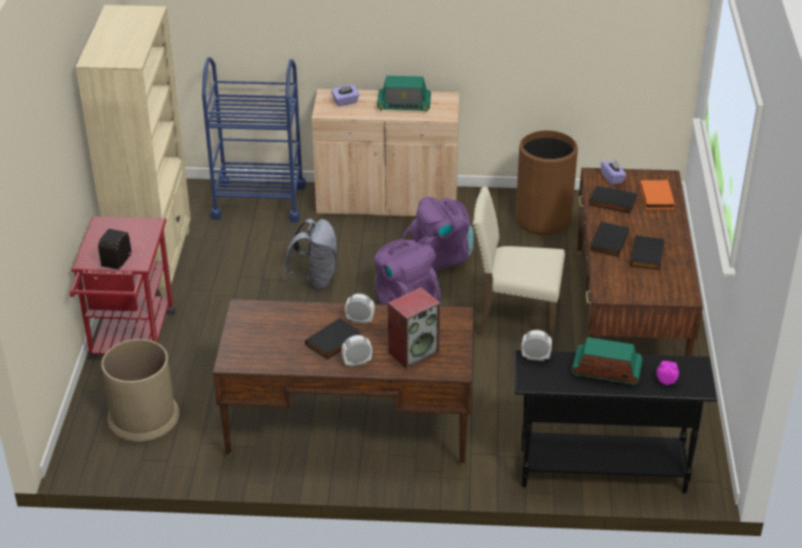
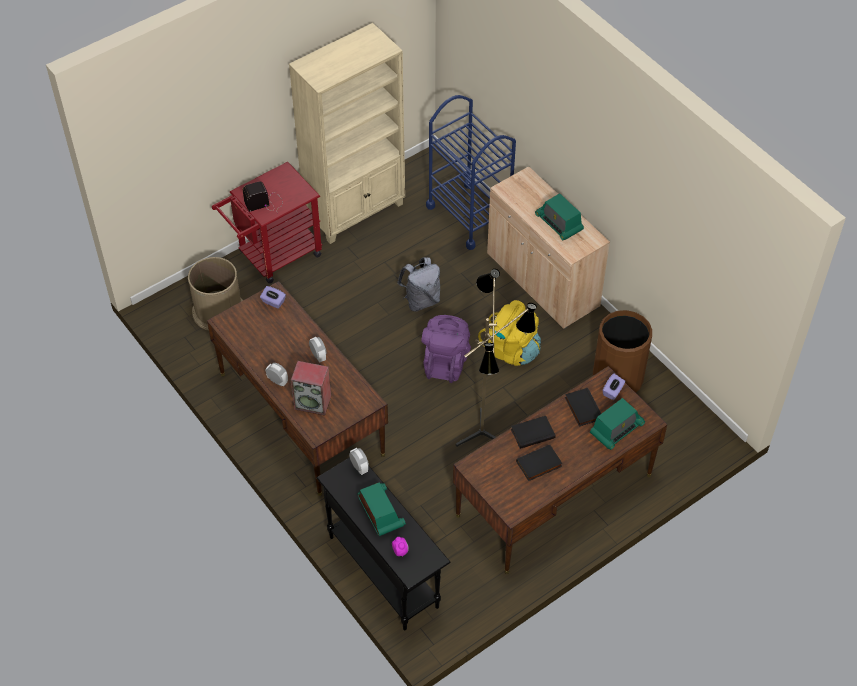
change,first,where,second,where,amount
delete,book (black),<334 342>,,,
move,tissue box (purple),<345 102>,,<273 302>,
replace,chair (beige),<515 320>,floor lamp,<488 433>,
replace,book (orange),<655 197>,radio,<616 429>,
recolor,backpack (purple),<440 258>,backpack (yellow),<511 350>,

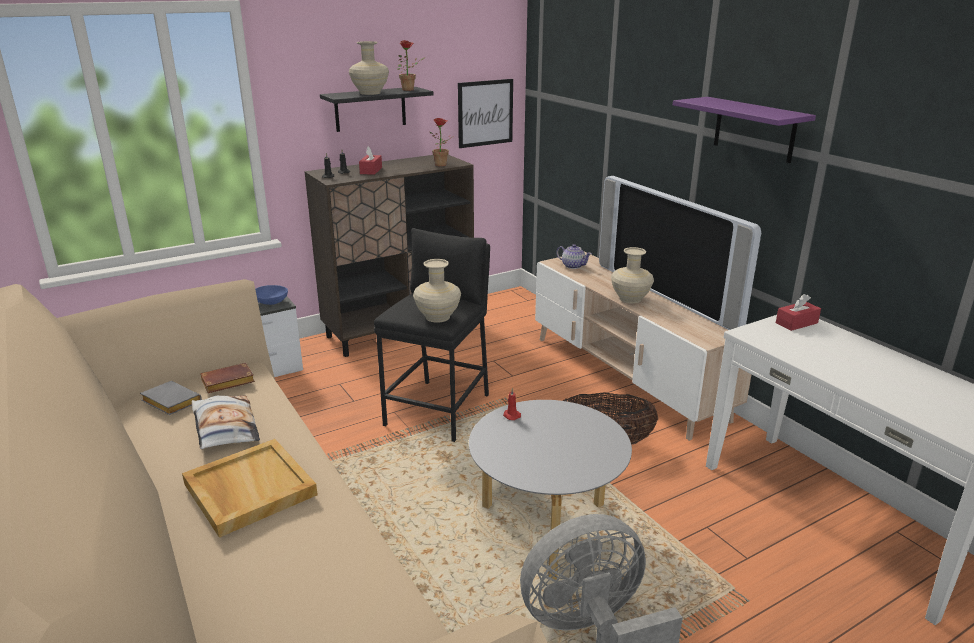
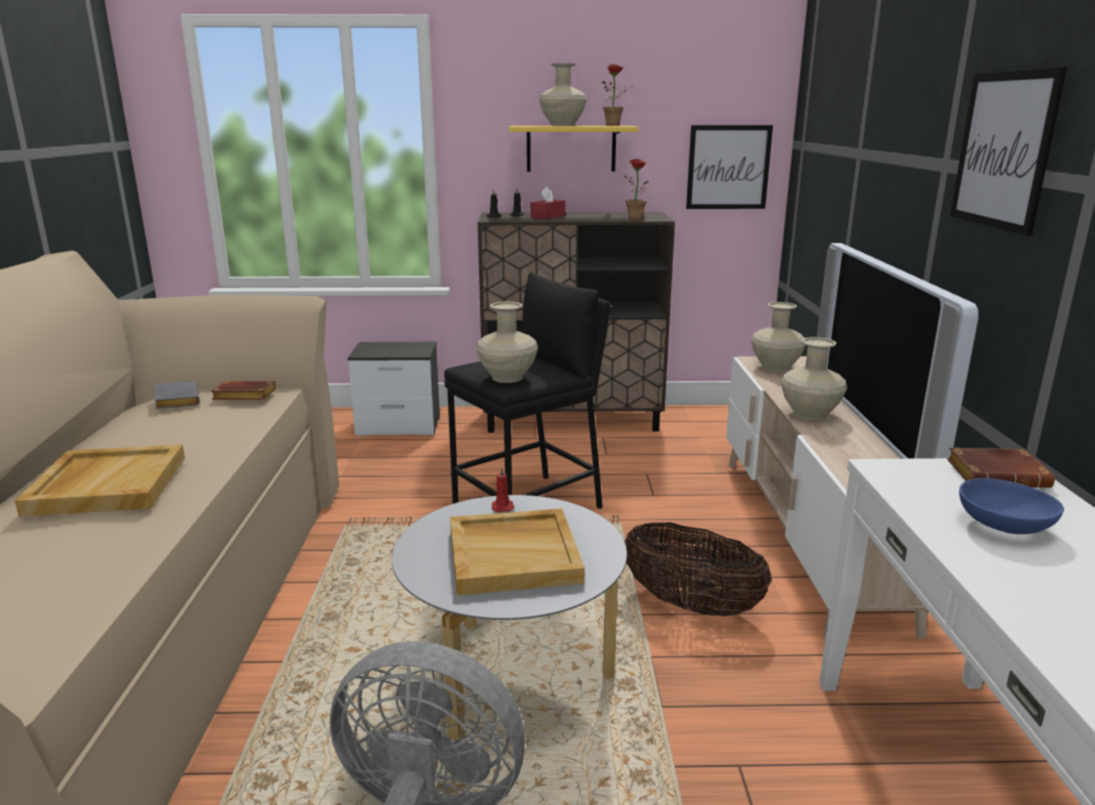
change,first,where,second,where,amount
delete,pillow,<224 428>,,,
insert,,,tray (beige),<514 555>,
move,bowl (blue),<271 302>,,<1003 525>,
replace,teapot,<573 266>,vase (beige),<775 367>,
replace,shelf (purple),<754 129>,picture,<1003 150>,
replace,tissue box (red),<796 323>,book (brown),<998 475>,
recolor,shelf (black),<370 109>,shelf (yellow),<571 148>,

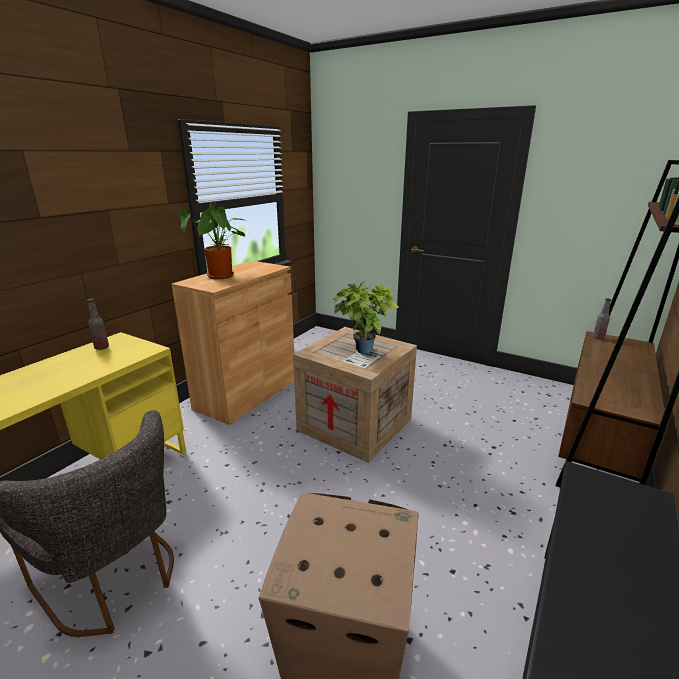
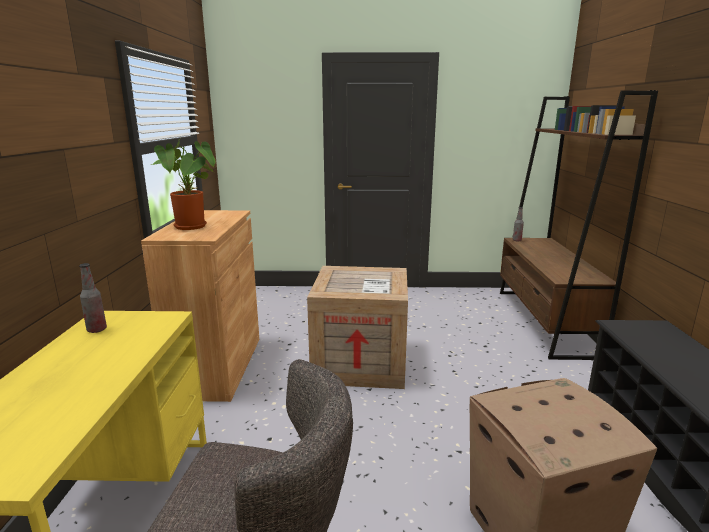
change,first,where,second,where,amount
delete,potted plant,<362 352>,,,

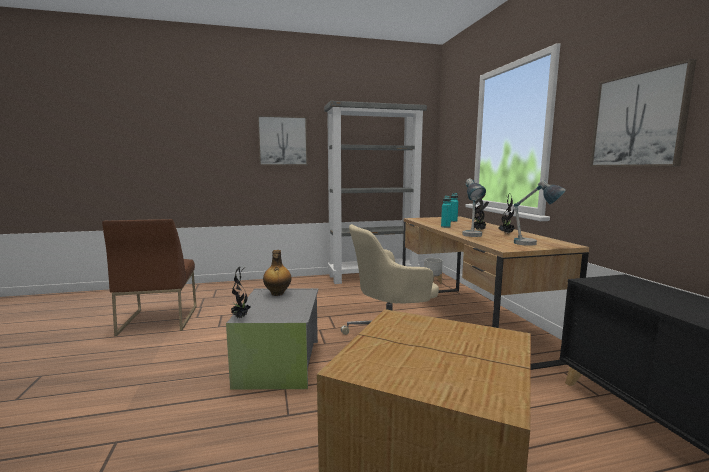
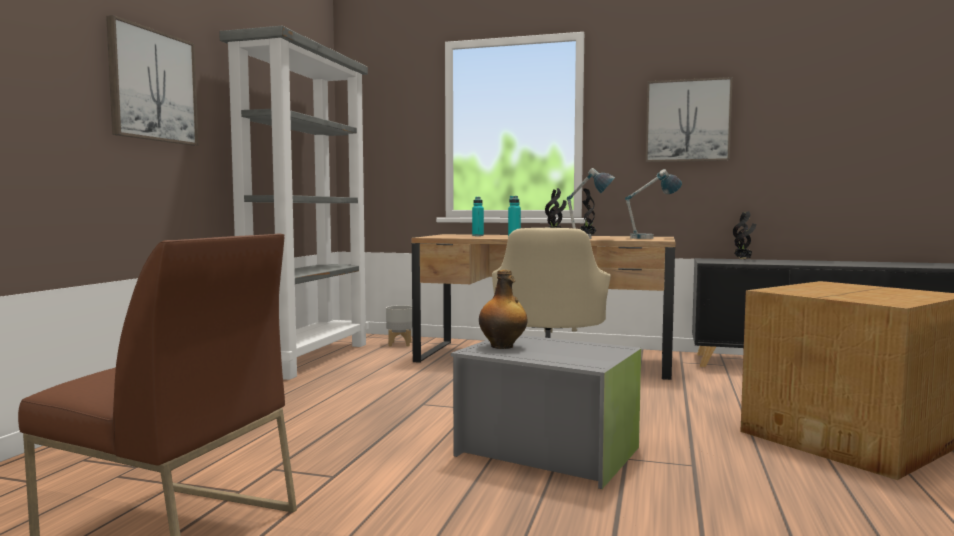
change,first,where,second,where,amount
move,potted plant,<240 317>,,<743 259>,

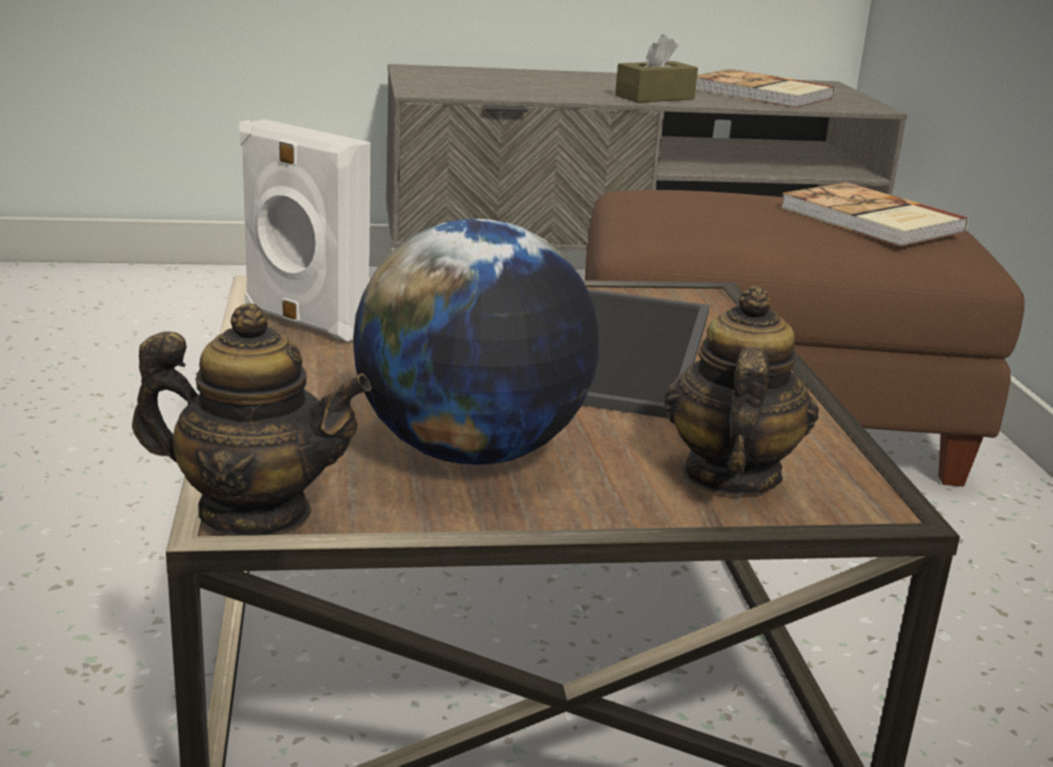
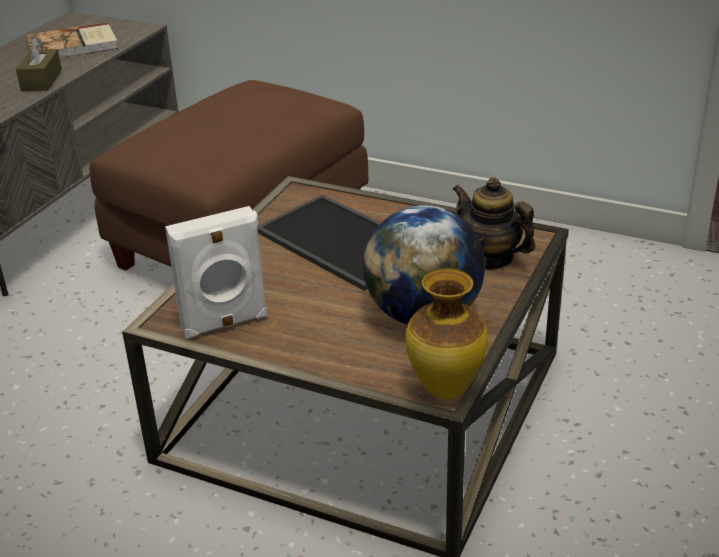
change,first,where,second,where,amount
delete,book,<870 220>,,,
replace,teapot,<254 512>,vase,<444 390>,

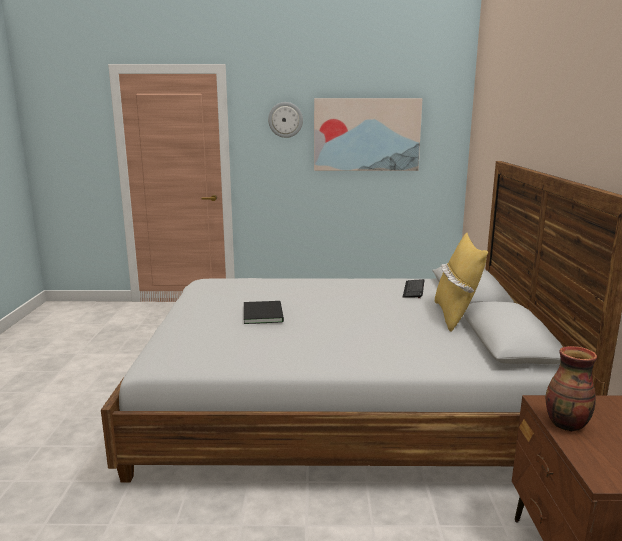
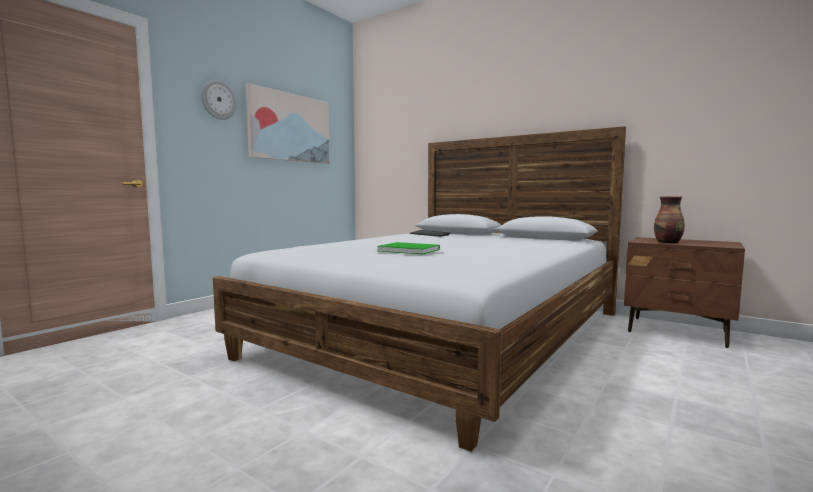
change,first,where,second,where,amount
delete,pillow (yellow),<455 316>,,,
recolor,book (black),<264 313>,book (green),<408 250>,

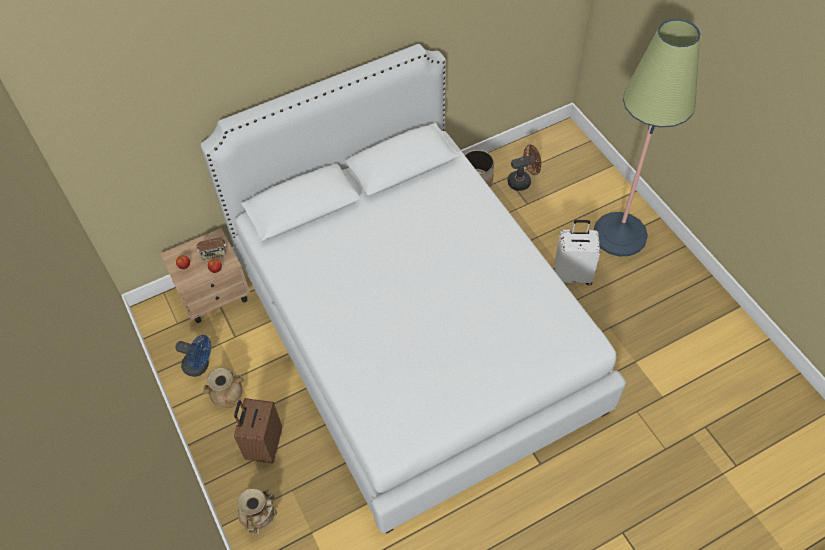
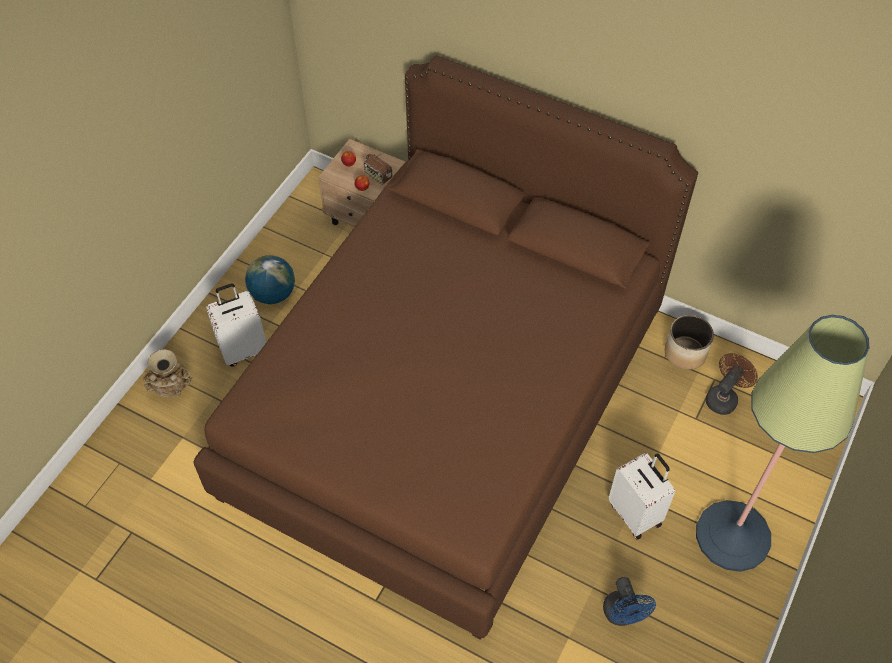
change,first,where,second,where,amount
move,fan (blue),<200 366>,,<622 615>,
replace,vase (beige),<228 398>,globe,<273 294>,
recolor,bed (white),<414 334>,bed (brown),<446 402>,
recolor,suitcase (brown),<264 445>,suitcase (white),<244 349>,
rotate,fan (brown),<523 181>,,<724 397>,90 degrees counterclockwise

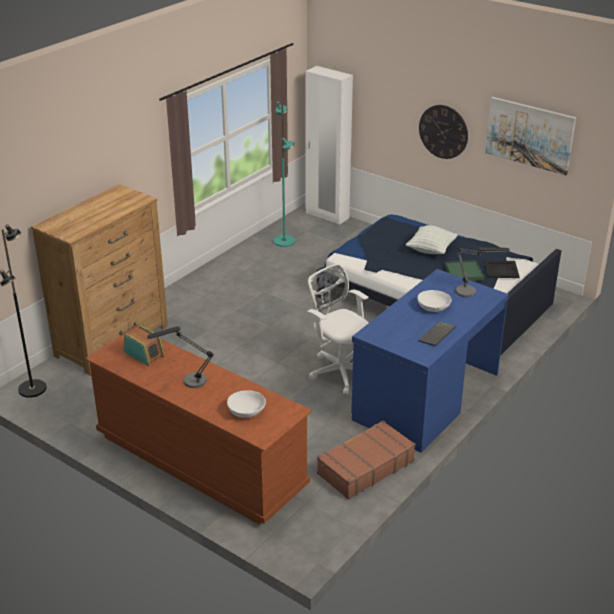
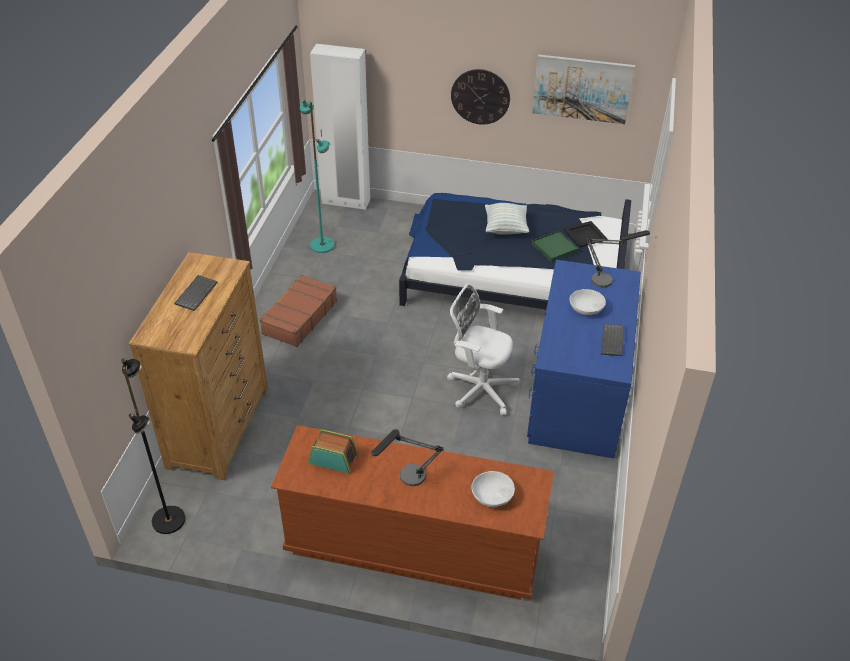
change,first,where,second,where,amount
insert,,,keyboard,<196 293>,
move,suitcase (brown),<365 467>,,<299 317>,

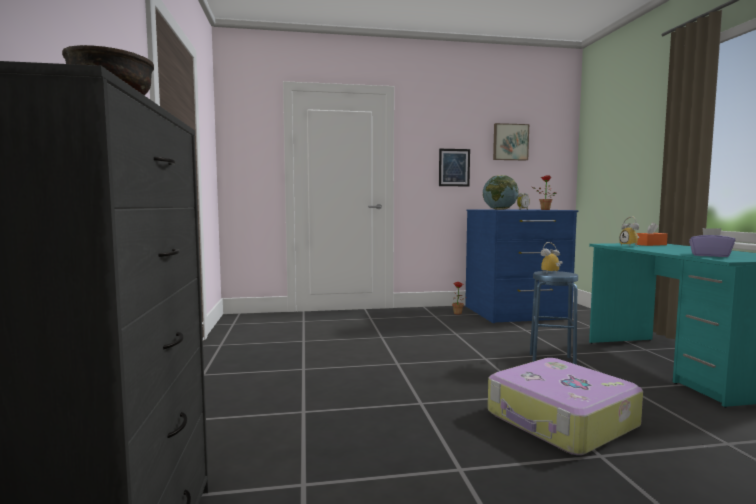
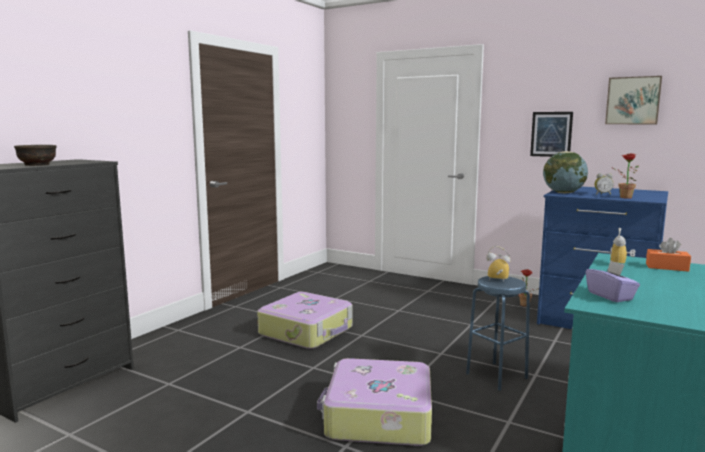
change,first,where,second,where,amount
insert,,,suitcase,<307 331>,

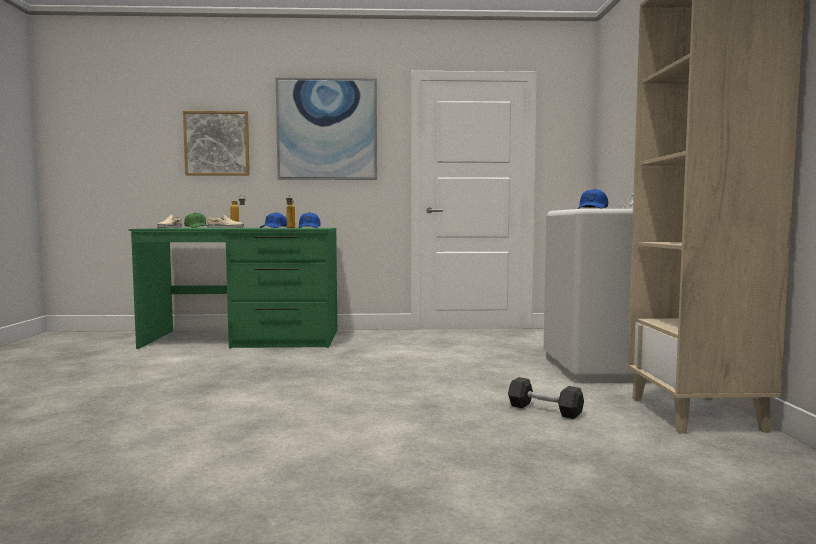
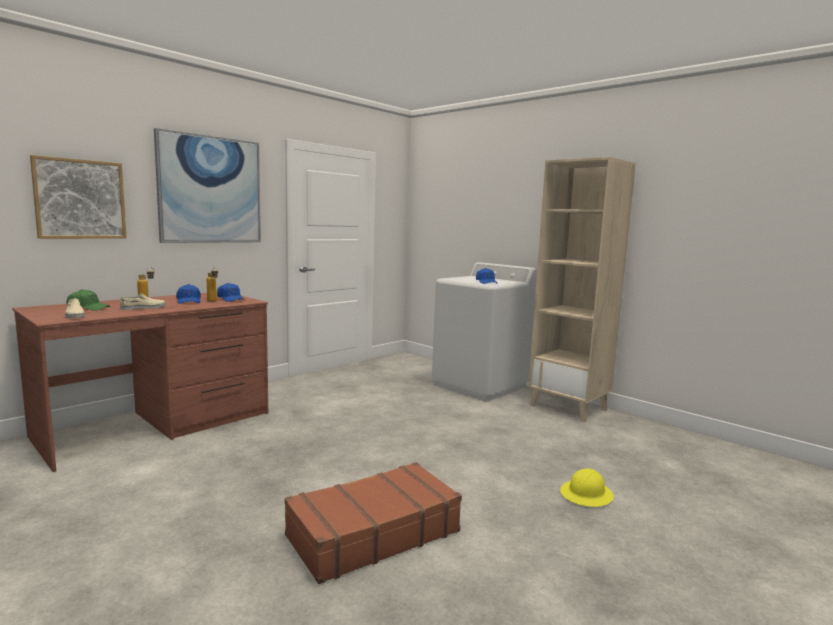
change,first,where,second,where,amount
delete,dumbbell (grey),<544 410>,,,
insert,,,suitcase (brown),<372 533>,
insert,,,hard hat (yellow),<586 495>,
recolor,desk (green),<244 339>,desk (brown),<157 424>,

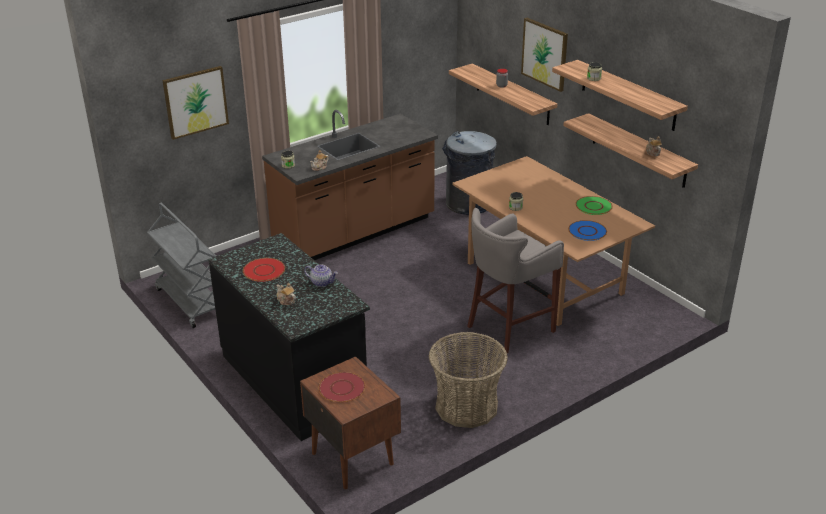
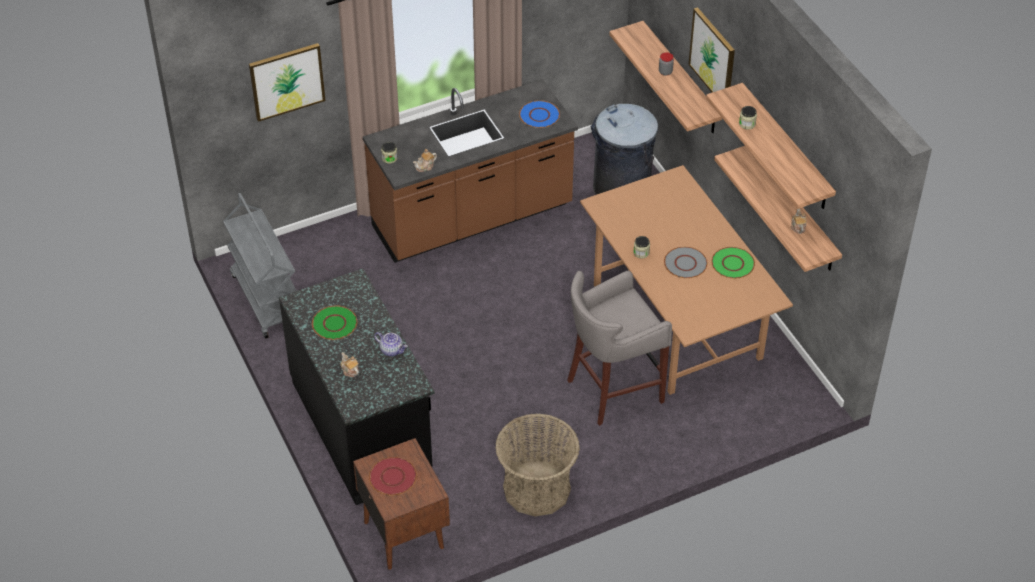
change,first,where,second,where,amount
insert,,,plate (grey),<685 263>,
move,plate (blue),<587 231>,,<539 115>,
recolor,plate (red),<264 271>,plate (green),<335 323>,

